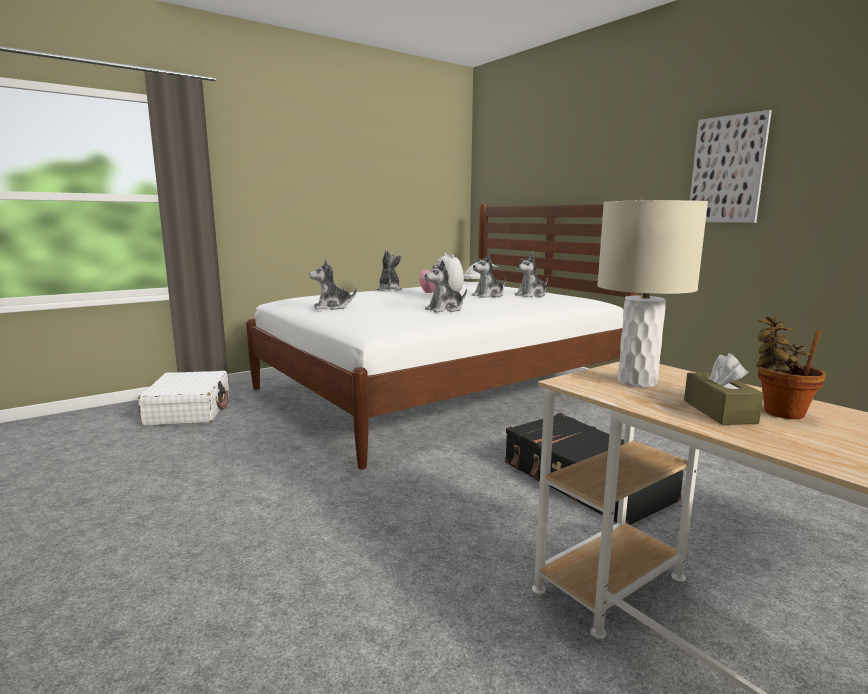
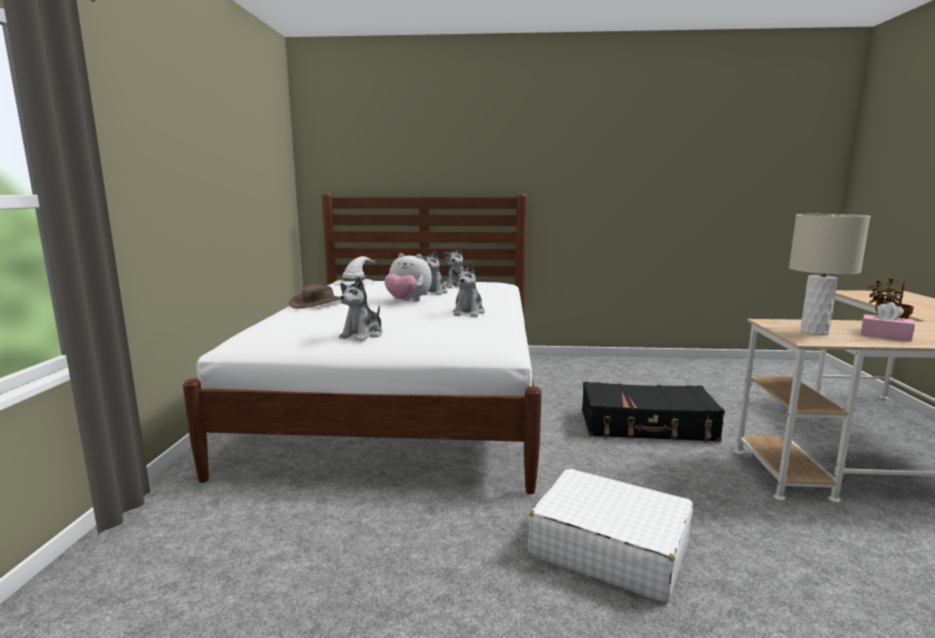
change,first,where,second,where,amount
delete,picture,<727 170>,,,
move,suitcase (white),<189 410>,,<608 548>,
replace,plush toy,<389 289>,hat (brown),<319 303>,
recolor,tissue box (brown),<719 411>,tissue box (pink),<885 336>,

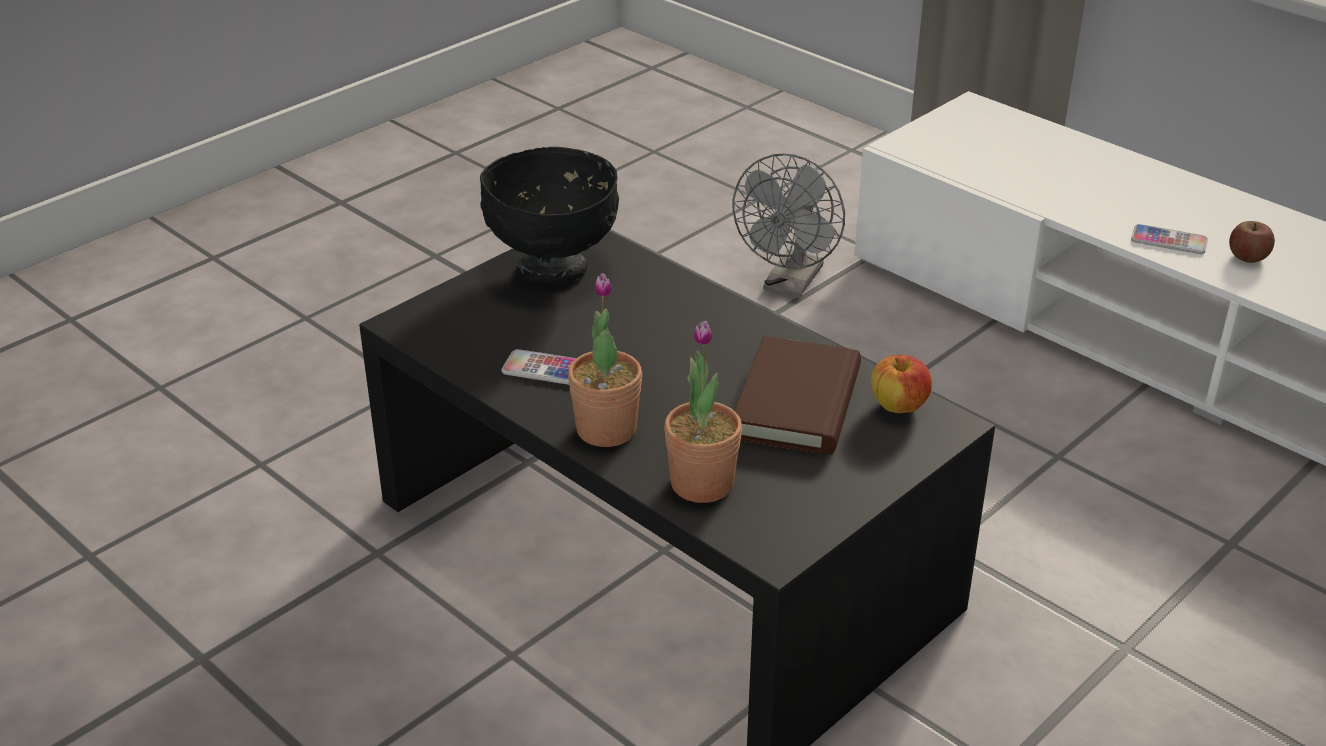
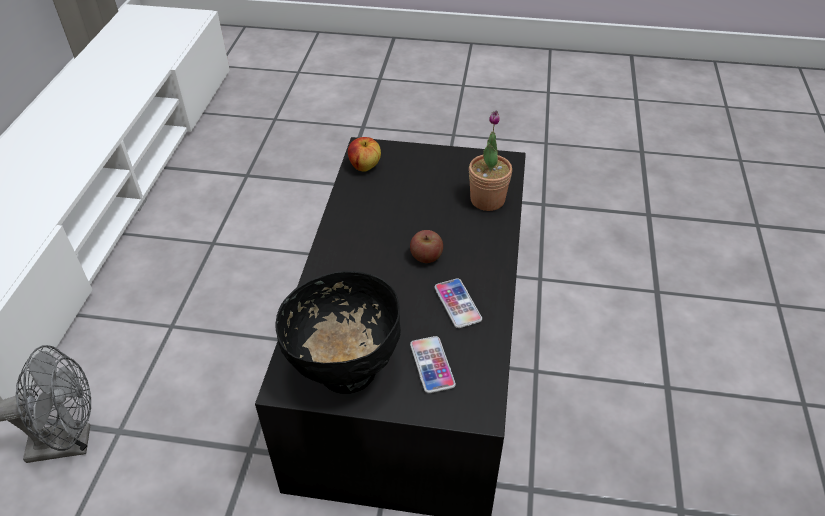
change,first,where,second,where,amount
delete,potted plant,<606 429>,,,
delete,book (brown),<797 403>,,,
move,phone,<1168 241>,,<432 365>,
move,apple,<1247 257>,,<426 256>,

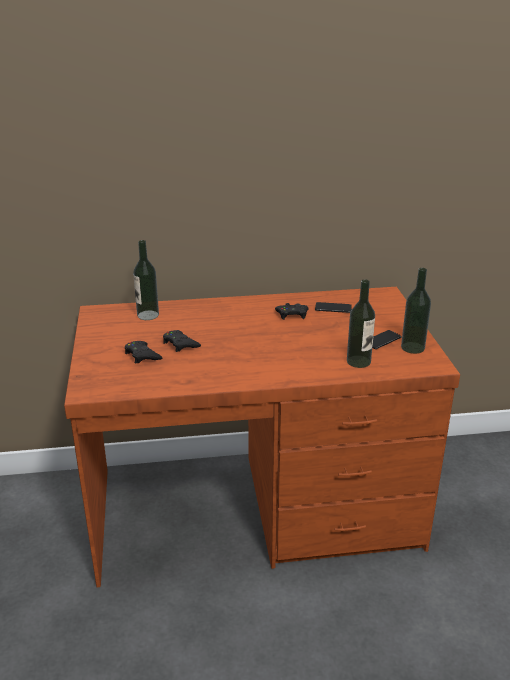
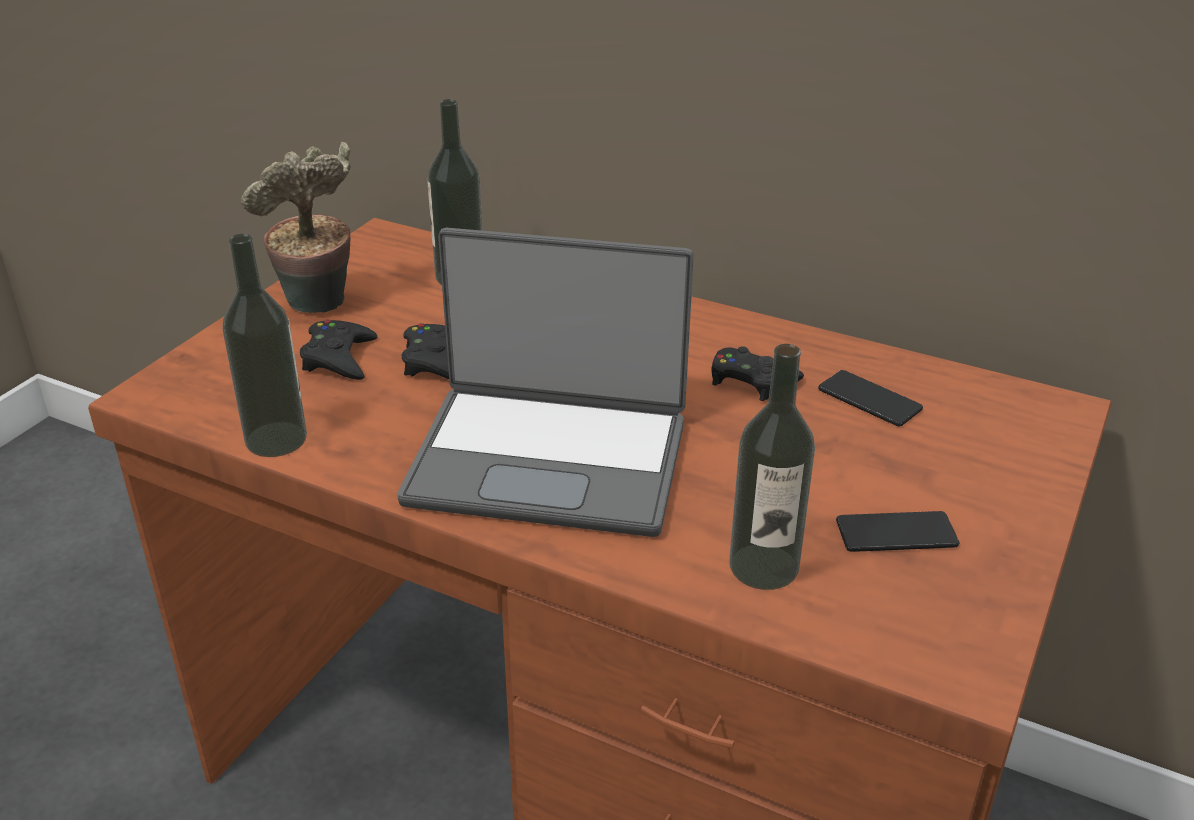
change,first,where,second,where,amount
insert,,,potted plant,<318 308>,
insert,,,laptop,<550 459>,
move,bottle,<412 347>,,<276 439>,

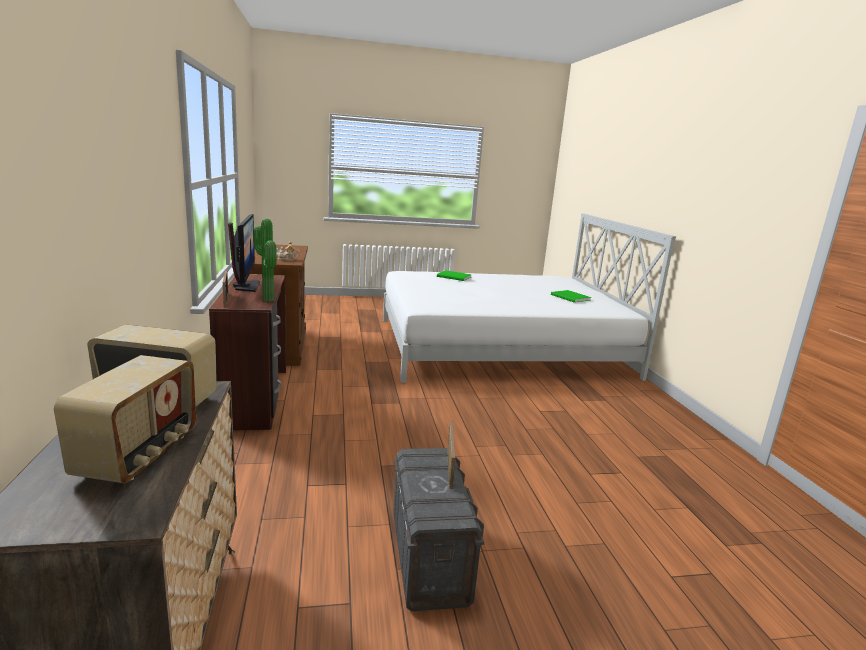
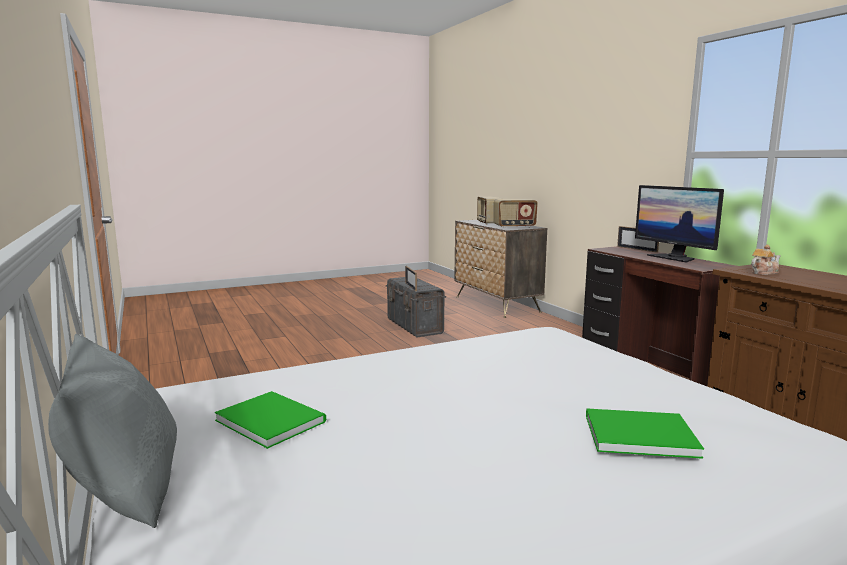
change,first,where,second,where,amount
delete,potted plant,<266 300>,,,
insert,,,pillow (grey),<125 489>,

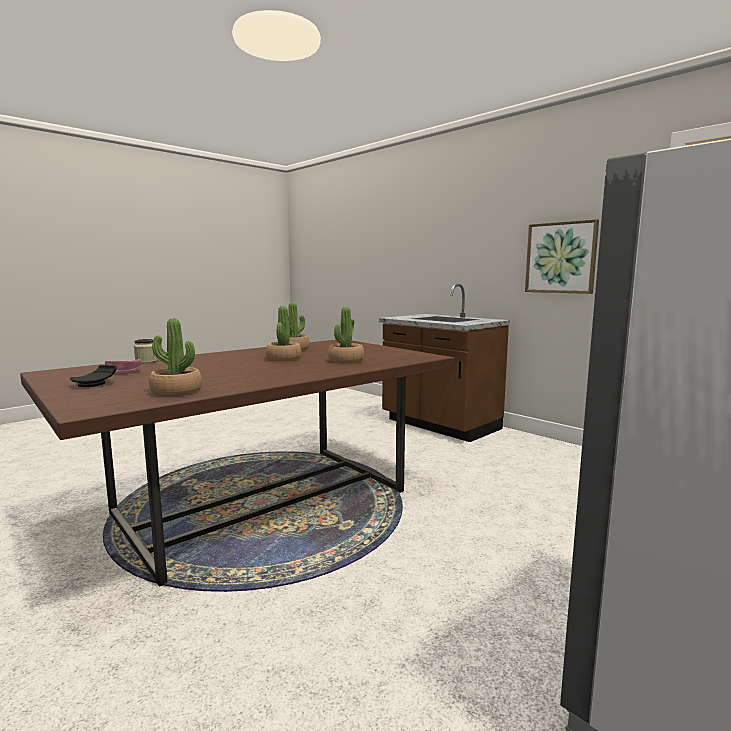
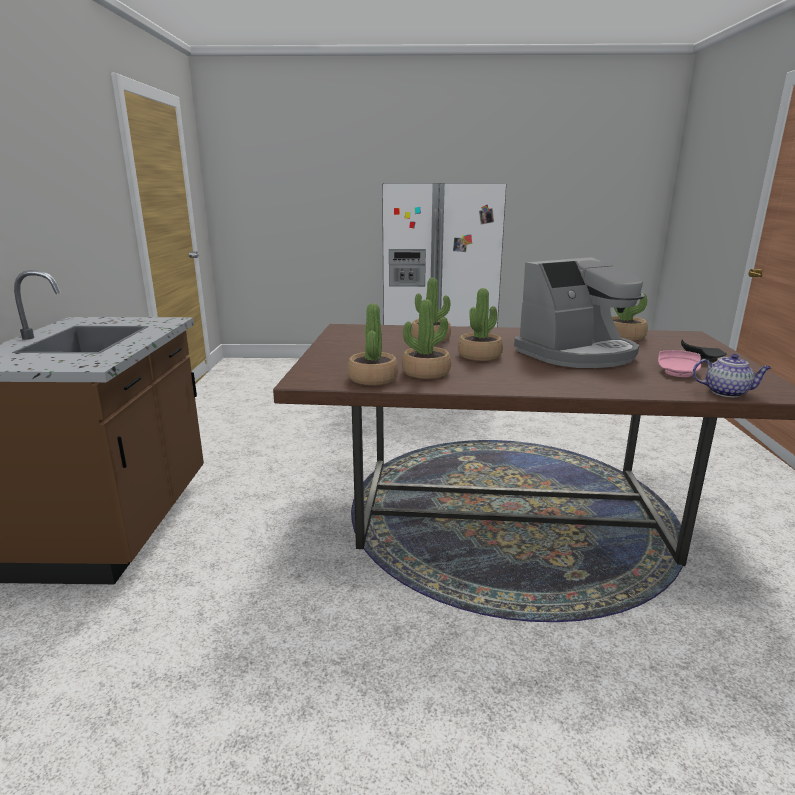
change,first,where,second,where,amount
delete,jar,<146 361>,,,
delete,picture,<561 257>,,,
insert,,,potted plant,<372 379>,
insert,,,coffee machine,<577 354>,
insert,,,teapot,<727 392>,

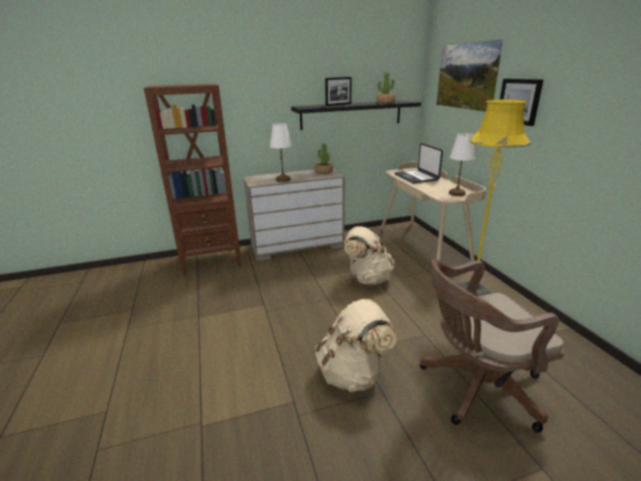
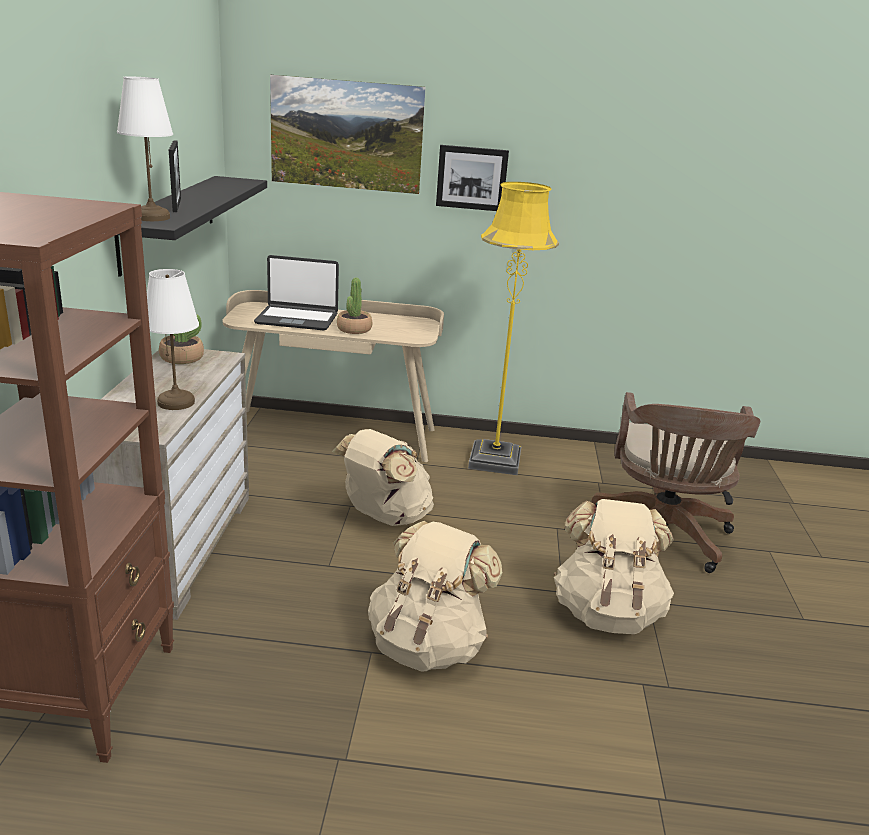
change,first,where,second,where,amount
insert,,,backpack (beige),<427 645>,
move,potted plant,<385 102>,,<354 329>,
move,table lamp (white),<456 193>,,<151 217>,

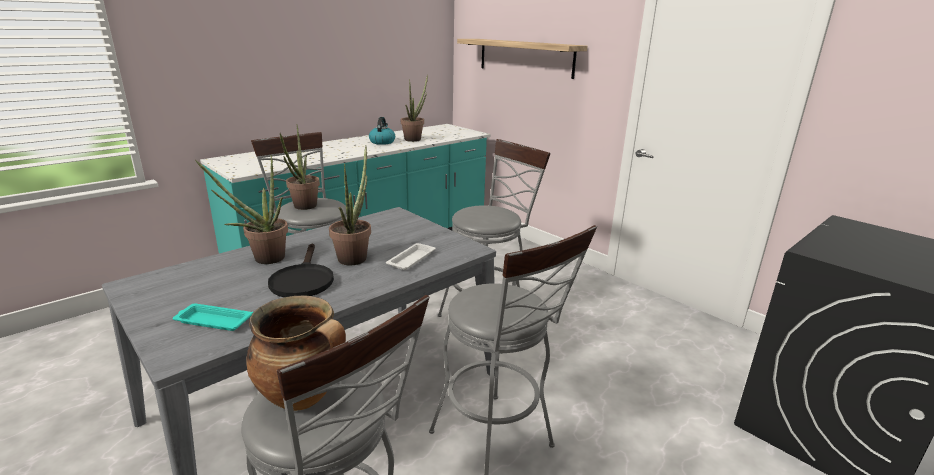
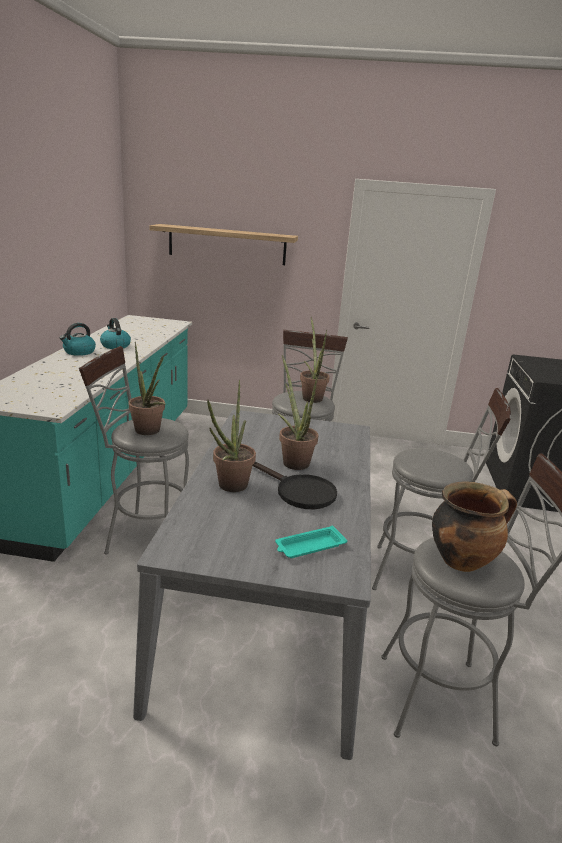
change,first,where,second,where,amount
delete,tray (white),<412 259>,,,
insert,,,kettle,<79 352>,
move,potted plant,<415 139>,,<311 397>,

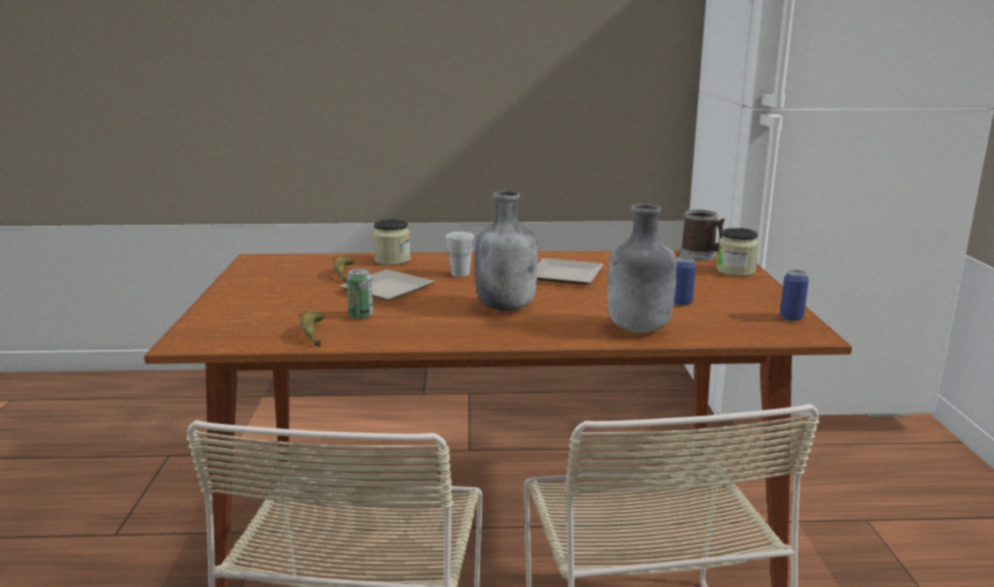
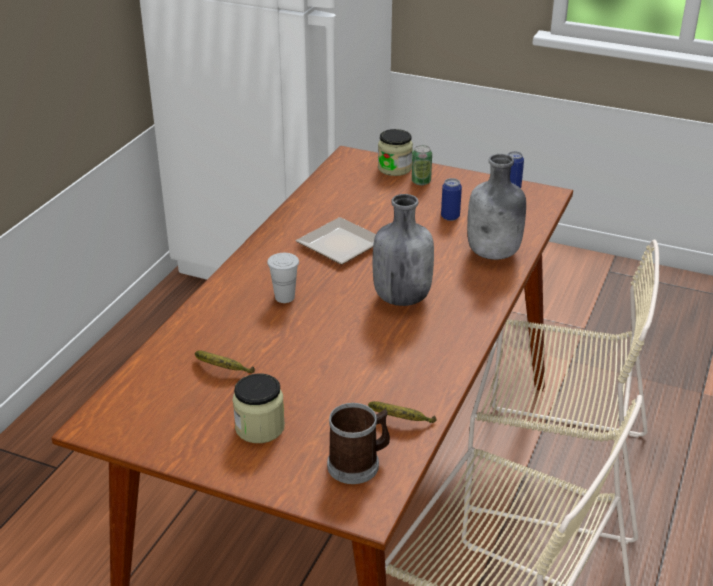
change,first,where,second,where,amount
delete,plate,<388 291>,,,
move,can,<361 316>,,<421 182>,
move,jar,<392 260>,,<260 427>,
move,mug,<701 256>,,<359 464>,

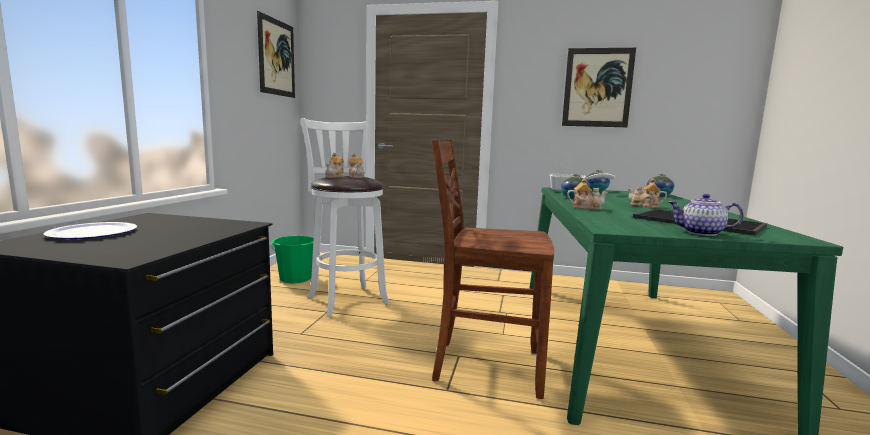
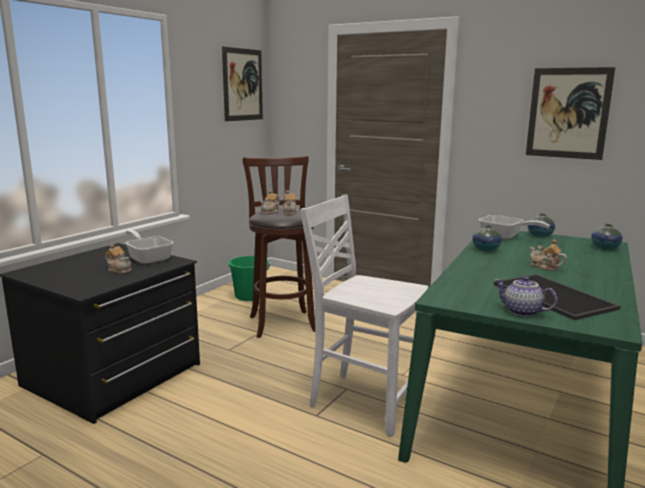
change,first,where,second,where,amount
delete,plate,<93 233>,,,
insert,,,frying pan,<148 258>,
move,teapot,<585 207>,,<119 270>,
recolor,stool (white),<346 299>,stool (brown),<282 322>,
recolor,chair (brown),<485 366>,chair (white),<363 401>,

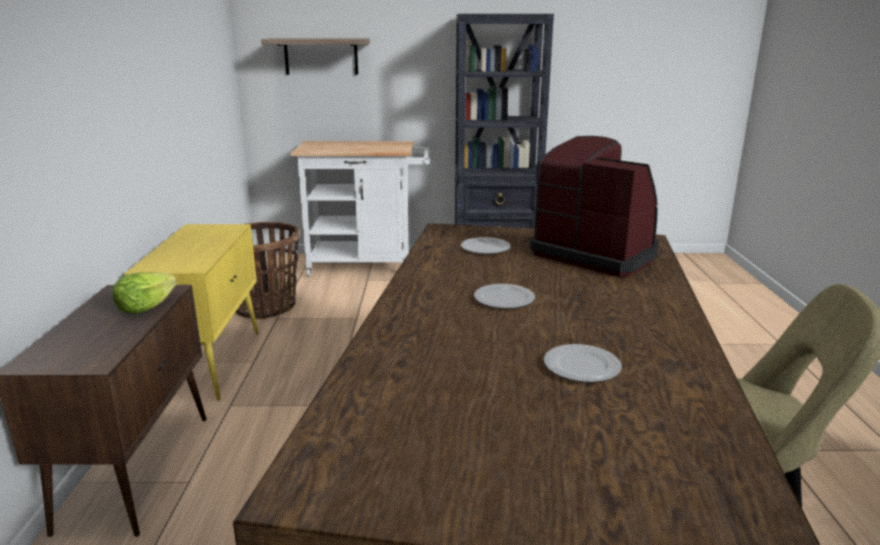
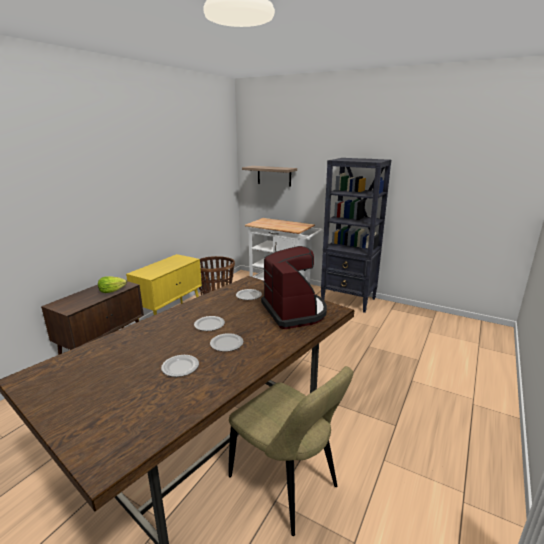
change,first,where,second,where,amount
insert,,,plate,<227 344>,

